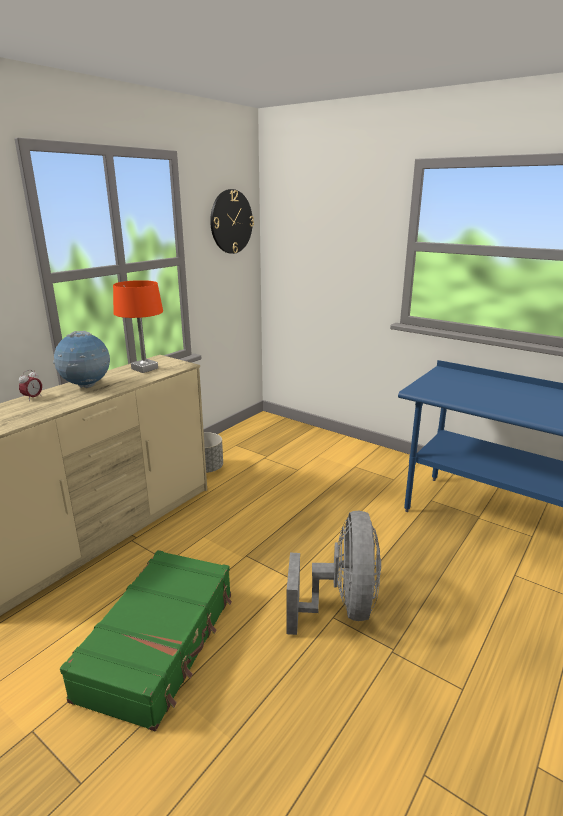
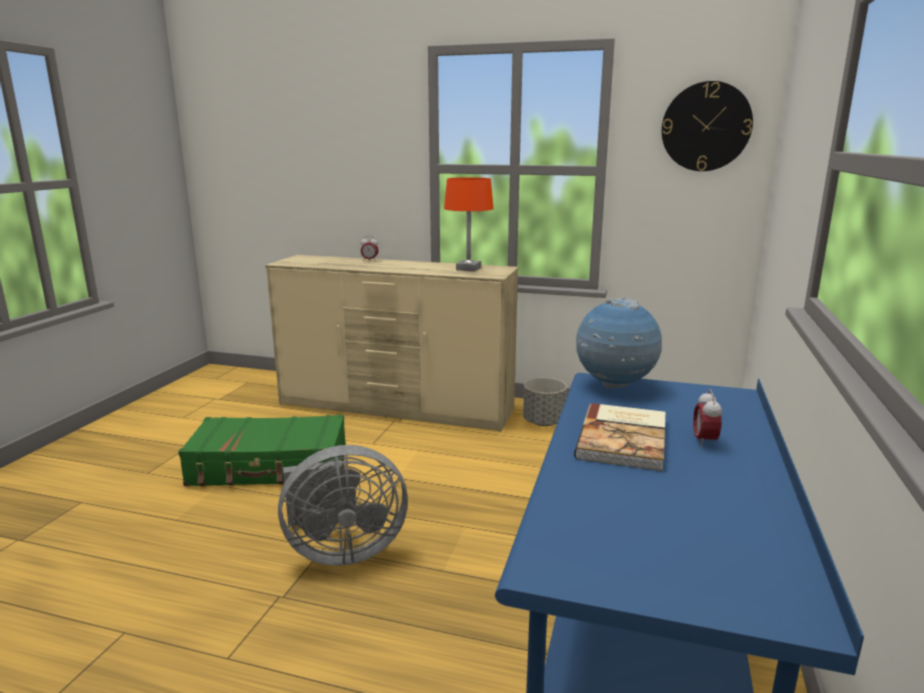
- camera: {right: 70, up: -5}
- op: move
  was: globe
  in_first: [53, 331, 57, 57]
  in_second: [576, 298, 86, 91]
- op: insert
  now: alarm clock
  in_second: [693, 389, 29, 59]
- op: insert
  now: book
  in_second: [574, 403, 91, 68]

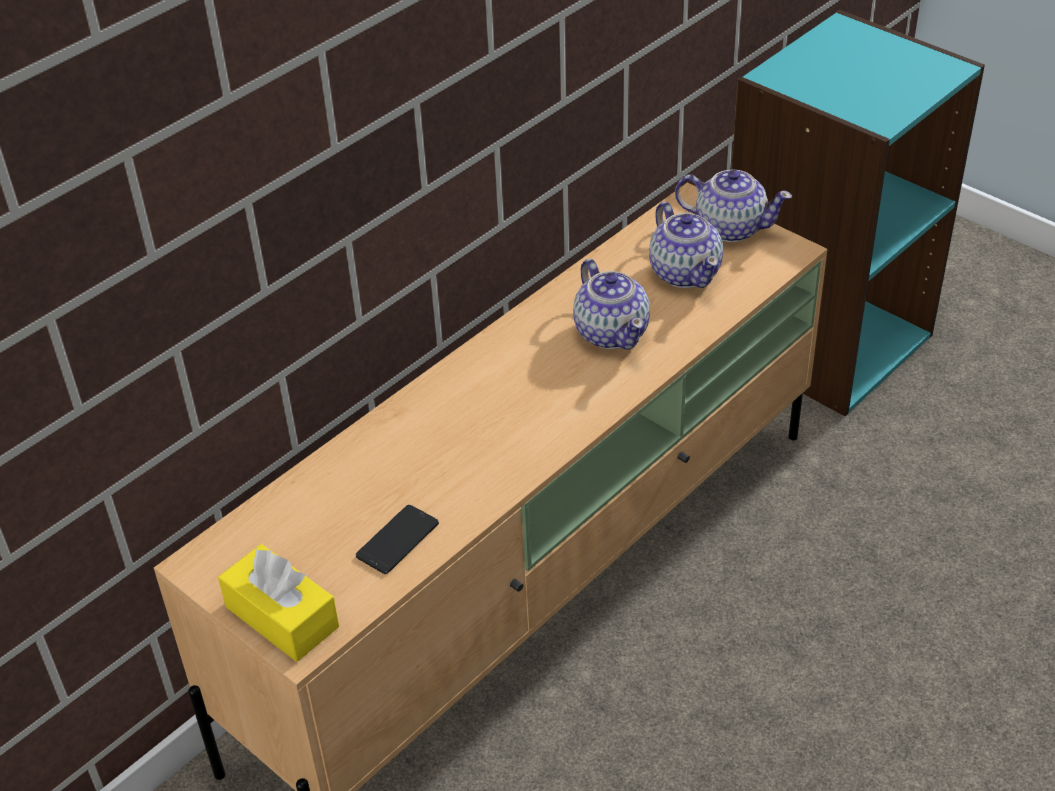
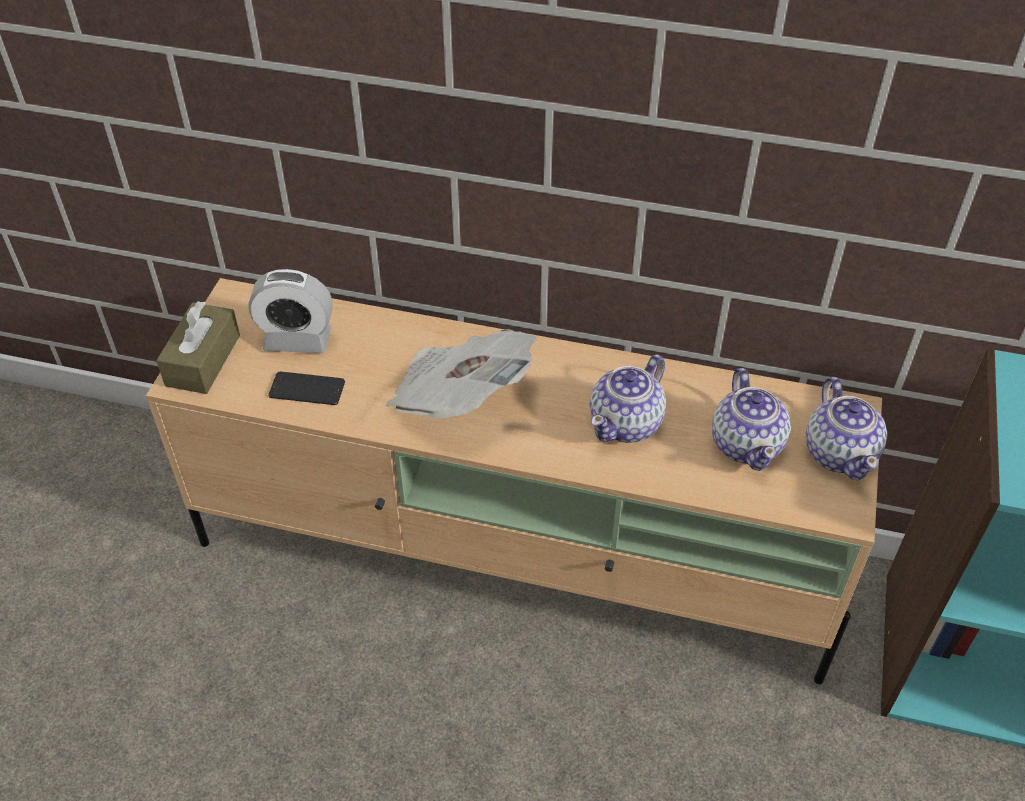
- camera: {right: 60, up: 5}
- op: rotate
  was: teapot
  in_first: [649, 202, 74, 86]
  in_second: [712, 368, 79, 103]
  clockwise: -45
- op: recolor
  was: yellow tissue box
  now: brown tissue box
  in_first: [218, 544, 121, 118]
  in_second: [156, 301, 84, 93]
- op: insert
  now: alarm clock
  in_second: [249, 269, 84, 84]
- op: insert
  now: newspaper
  in_second: [386, 329, 151, 90]

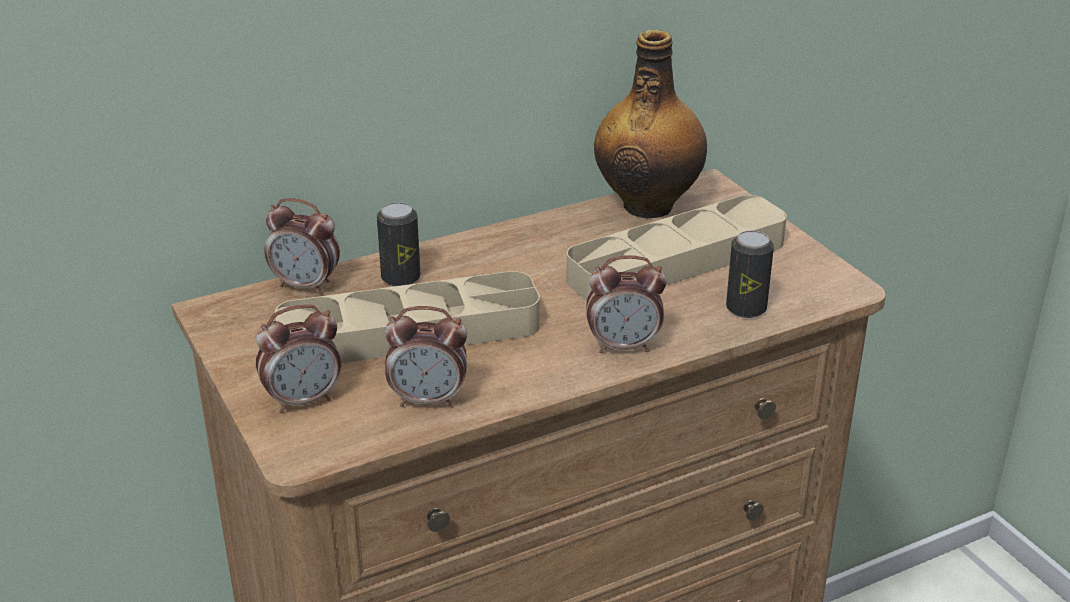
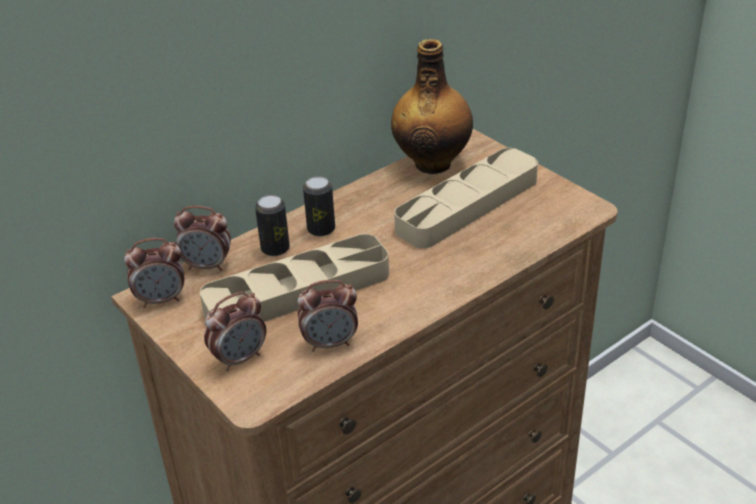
- camera: {right: -10, up: 5}
- op: move
  was: can
  in_first: [726, 231, 48, 87]
  in_second: [303, 176, 32, 60]
- op: move
  was: alarm clock
  in_first: [586, 255, 80, 98]
  in_second: [124, 238, 60, 70]

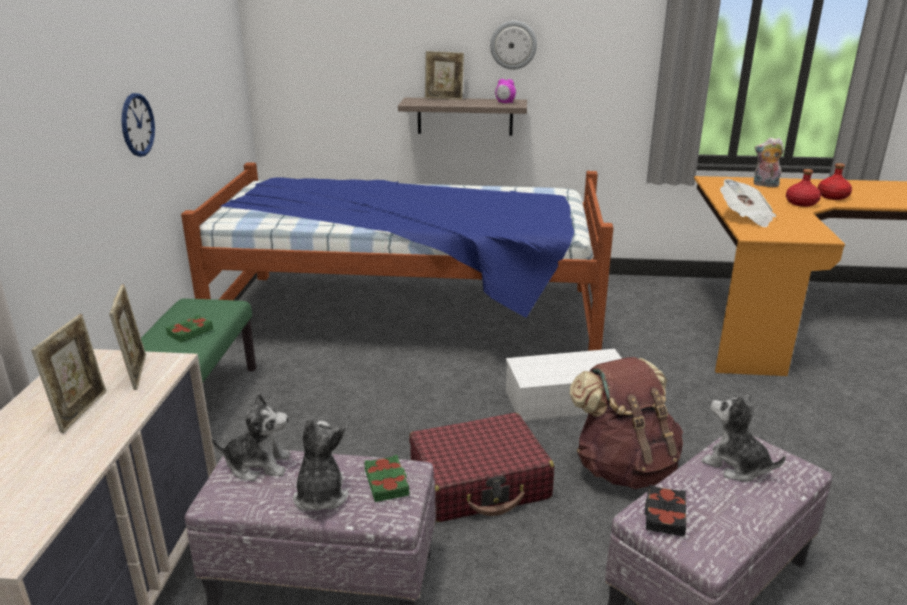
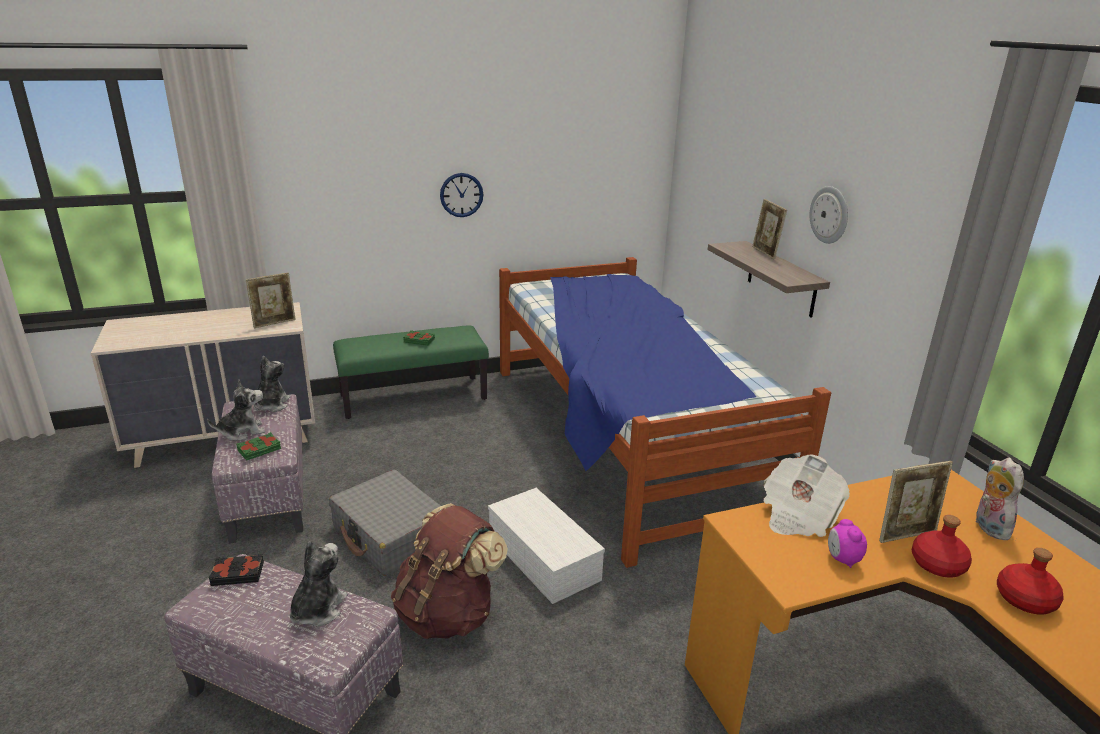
- camera: {right: 65, up: 0}
- op: move
  was: alarm clock
  in_first: [495, 79, 21, 24]
  in_second: [828, 519, 39, 49]
- op: move
  was: picture frame
  in_first: [31, 314, 75, 119]
  in_second: [879, 461, 74, 82]
- op: rotate
  was: plush toy
  in_first: [212, 393, 79, 88]
  in_second: [253, 356, 37, 56]
  clockwise: -150
- op: recolor
  was: red suitcase
  now: grey suitcase
  in_first: [409, 413, 145, 109]
  in_second: [329, 470, 112, 106]

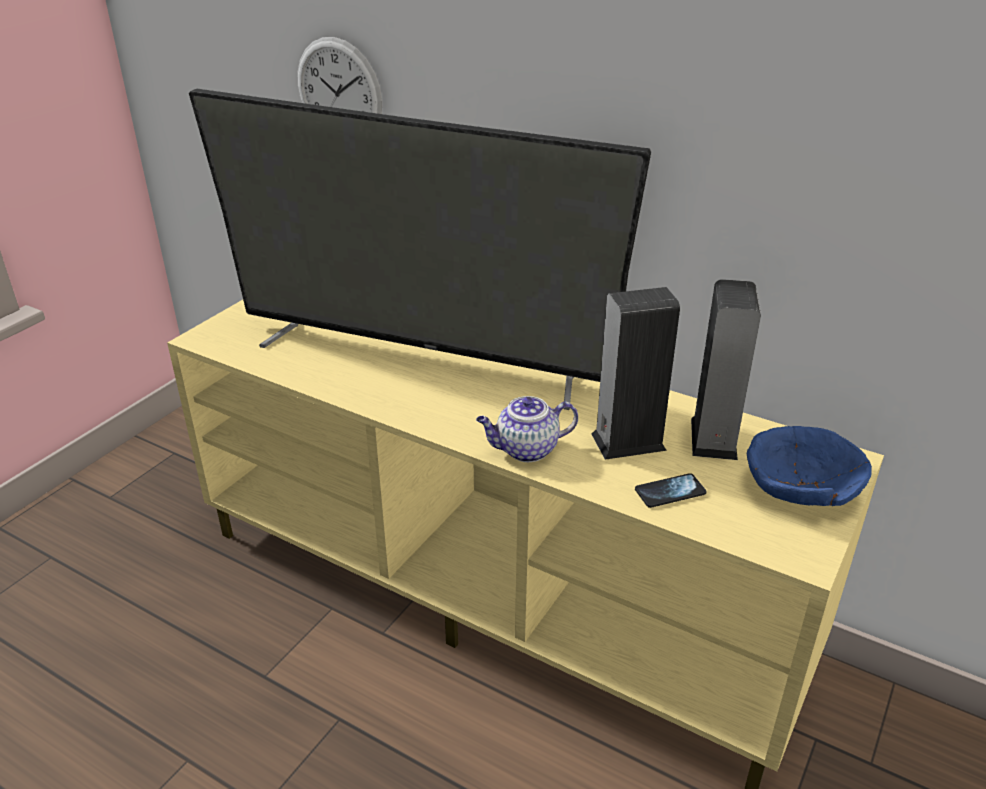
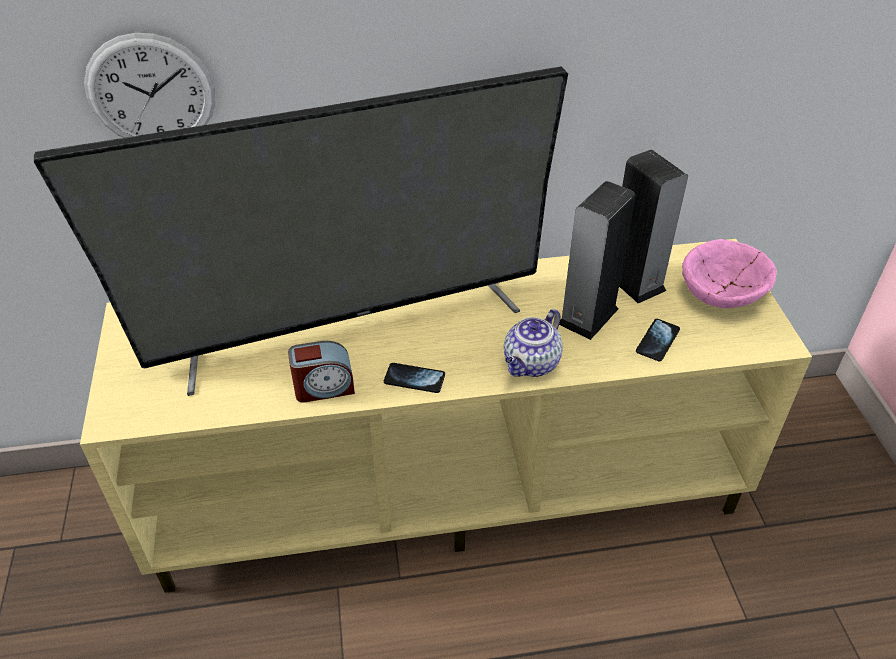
- camera: {right: -40, up: 10}
- op: recolor
  was: blue bowl
  now: pink bowl
  in_first: [747, 426, 125, 80]
  in_second: [682, 239, 95, 69]
- op: insert
  now: alarm clock
  in_second: [288, 341, 67, 62]
- op: insert
  now: phone
  in_second: [384, 363, 61, 30]

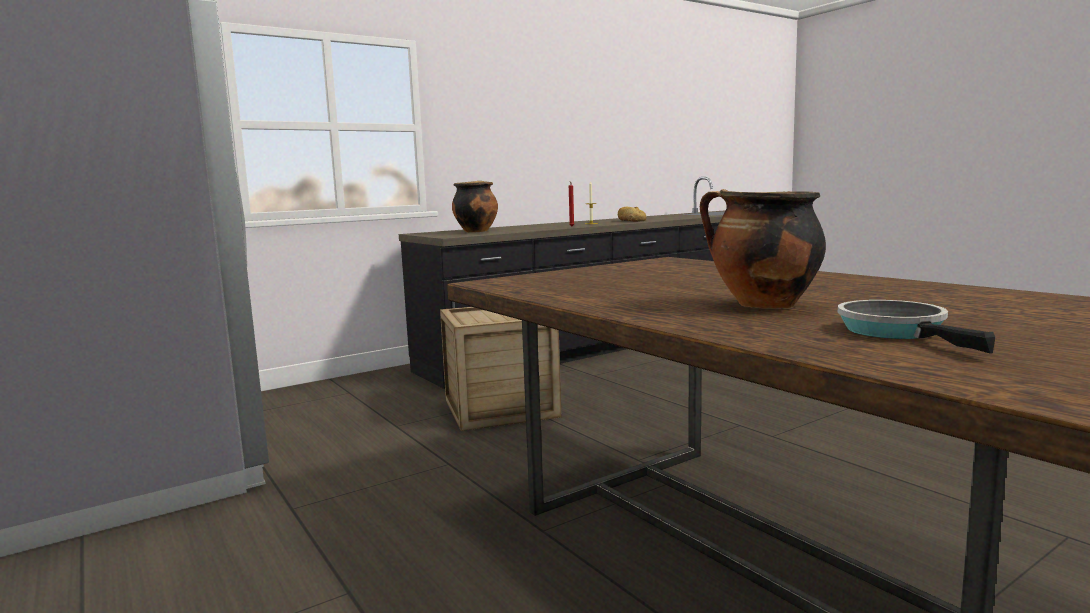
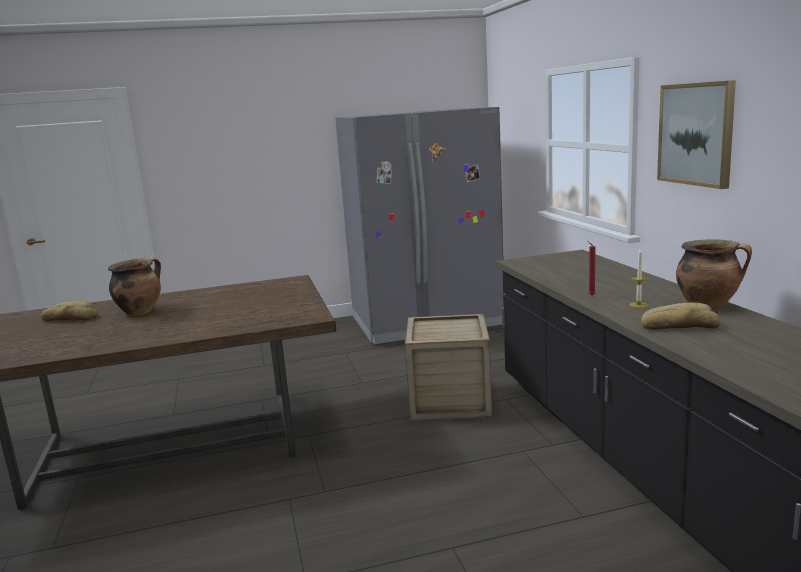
- camera: {right: 110, up: 5}
- op: move
  was: cooking pot
  in_first: [452, 181, 46, 52]
  in_second: [676, 239, 76, 71]
- op: replace
  was: frying pan
  now: bread
  in_first: [838, 300, 157, 54]
  in_second: [41, 301, 57, 20]
- op: insert
  now: picture
  in_second: [657, 80, 79, 109]

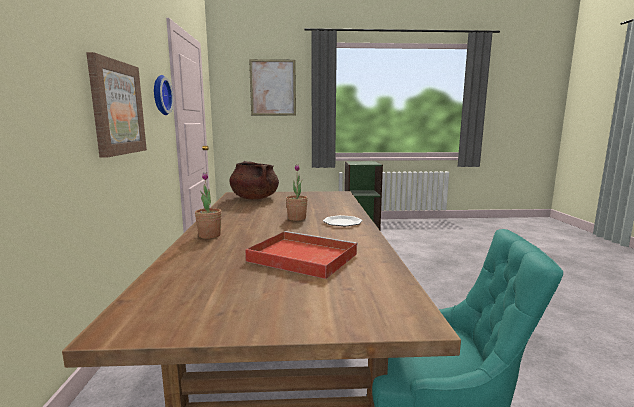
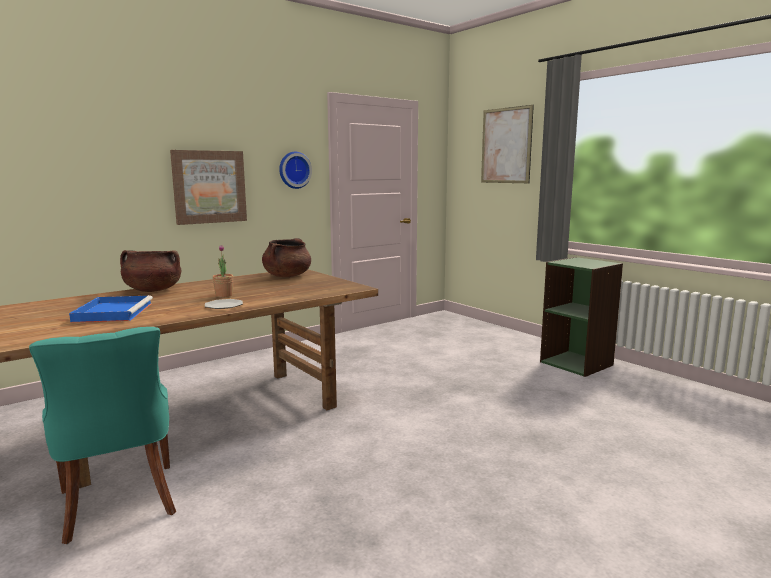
- camera: {right: 55, up: 0}
- op: replace
  was: potted plant
  now: brown cooking pot
  in_first: [195, 172, 27, 67]
  in_second: [120, 250, 61, 42]
- op: recolor
  was: red tray
  now: blue tray
  in_first: [245, 231, 113, 48]
  in_second: [69, 295, 84, 28]

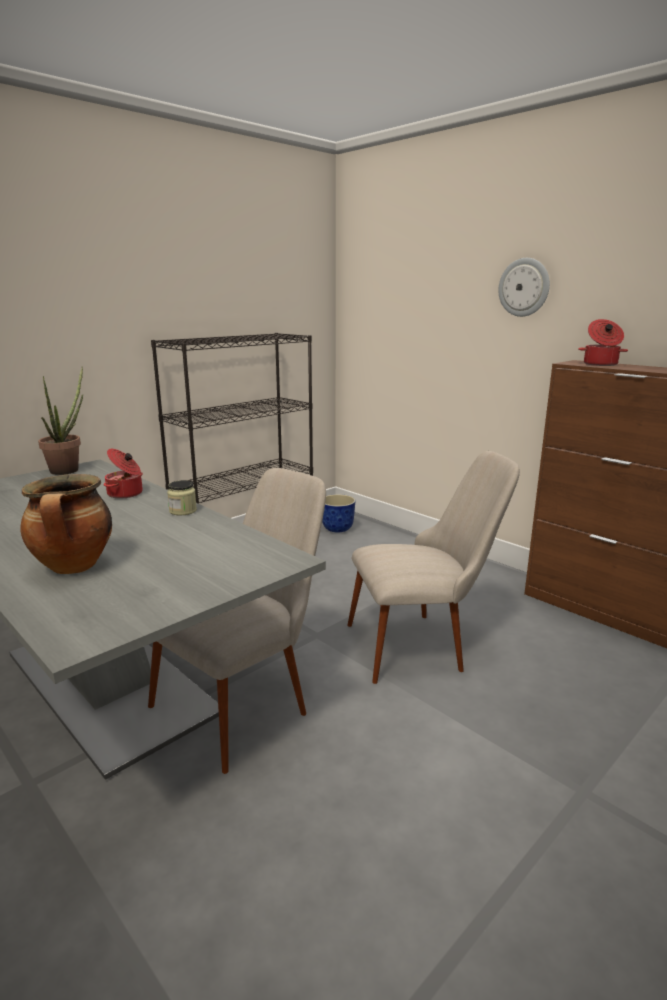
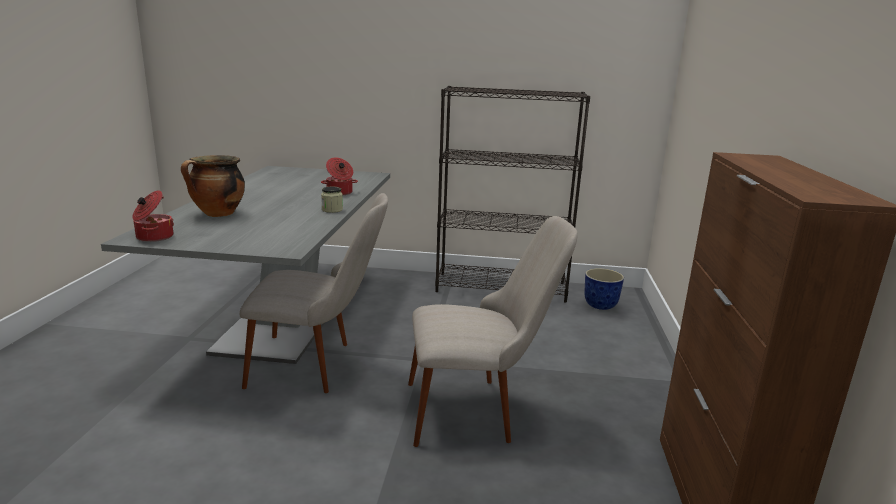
- camera: {right: 50, up: 0}
- op: delete
  was: wall clock
  in_first: [498, 258, 52, 59]
- op: move
  was: cooking pot
  in_first: [578, 319, 50, 47]
  in_second: [132, 190, 42, 52]
- op: delete
  was: potted plant
  in_first: [38, 366, 45, 109]
- op: rotate
  was: beige chair
  in_first: [347, 451, 173, 233]
  in_second: [408, 216, 170, 231]
  clockwise: -45

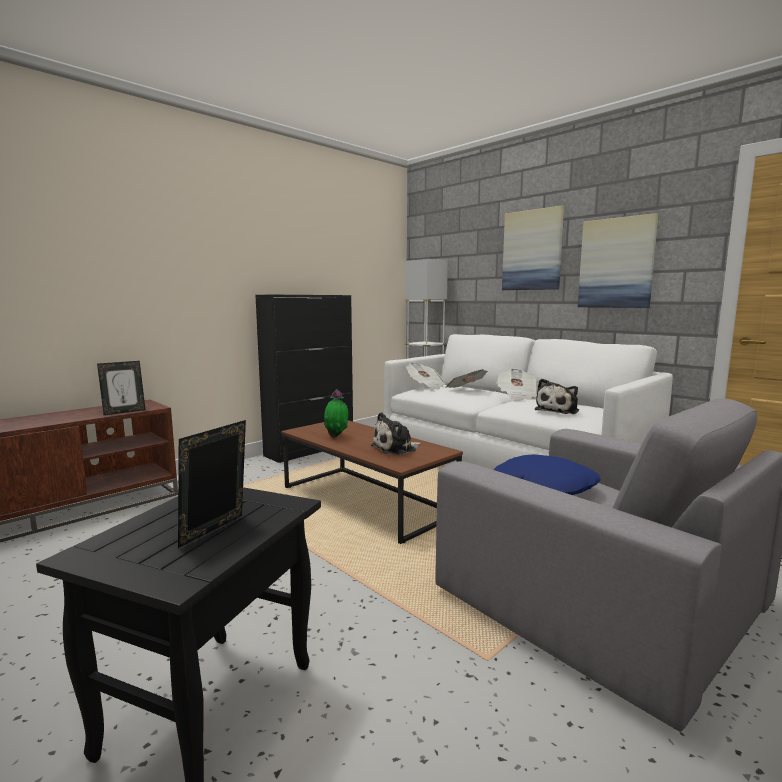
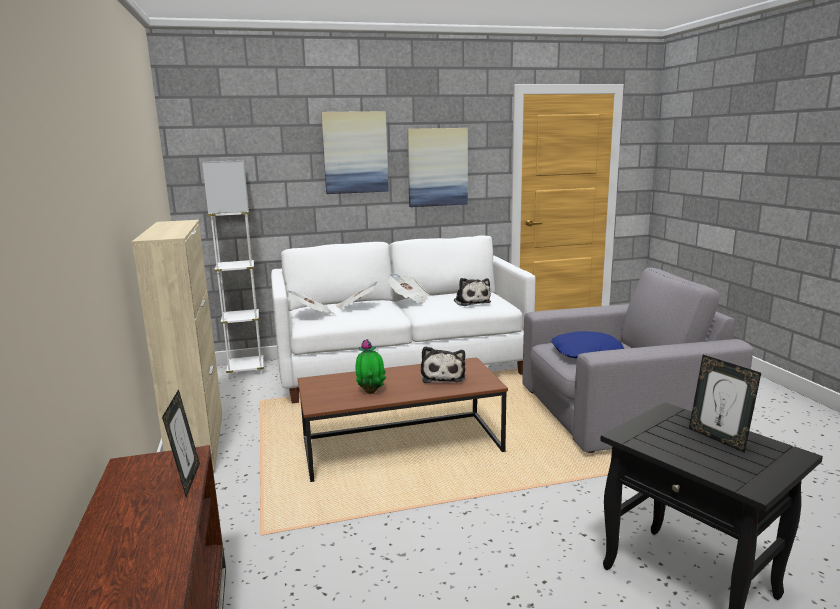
- camera: {right: -60, up: 5}
- op: recolor
  was: black cabinet
  now: beige cabinet
  in_first: [255, 295, 98, 168]
  in_second: [132, 220, 90, 253]

